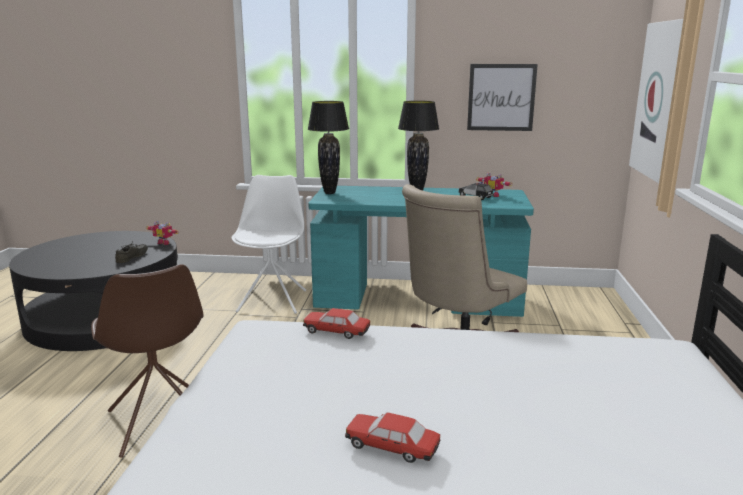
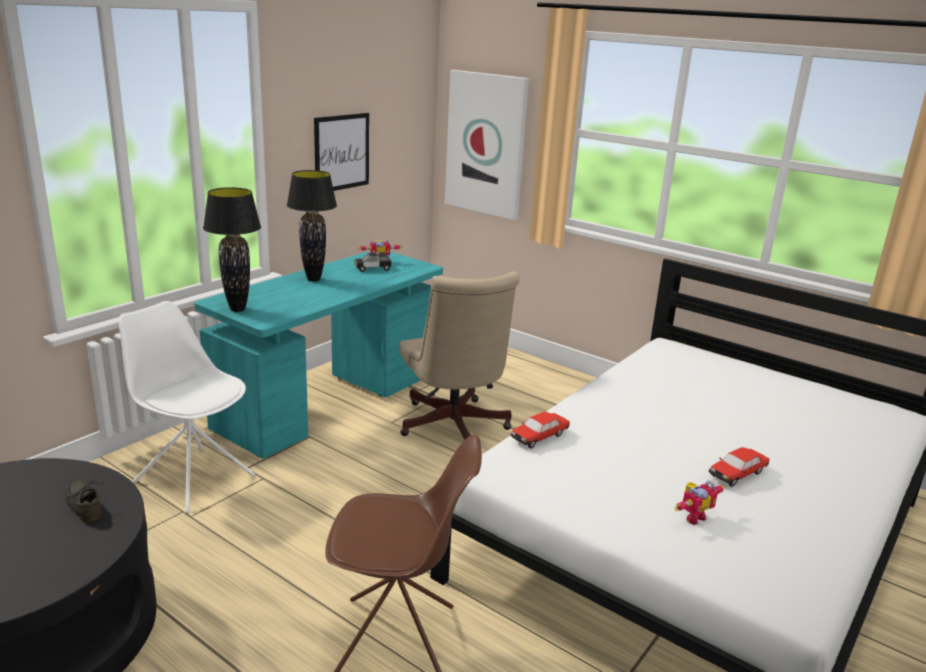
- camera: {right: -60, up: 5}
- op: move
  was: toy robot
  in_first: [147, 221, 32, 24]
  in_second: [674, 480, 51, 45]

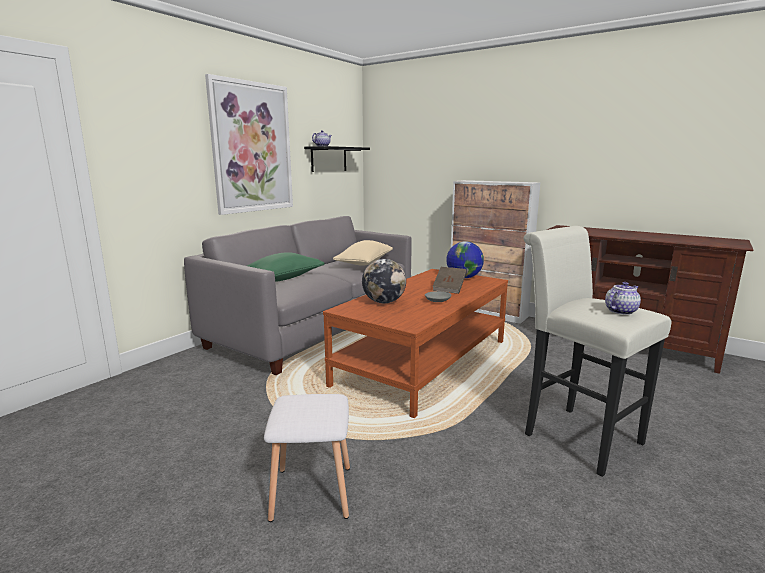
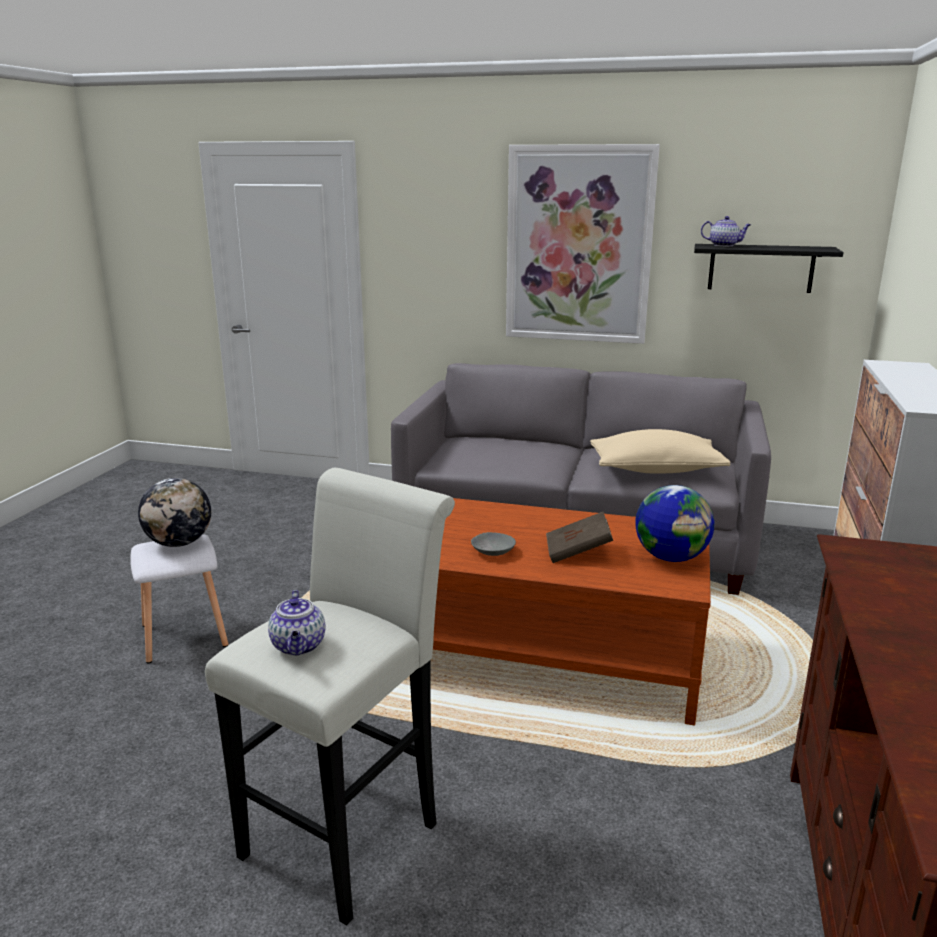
- camera: {right: 70, up: 5}
- op: delete
  was: green pillow
  in_first: [247, 252, 78, 30]
- op: move
  was: globe
  in_first: [362, 259, 44, 44]
  in_second: [138, 478, 73, 69]
- op: rotate
  was: teapot
  in_first: [605, 282, 36, 33]
  in_second: [268, 590, 58, 66]
  clockwise: 45

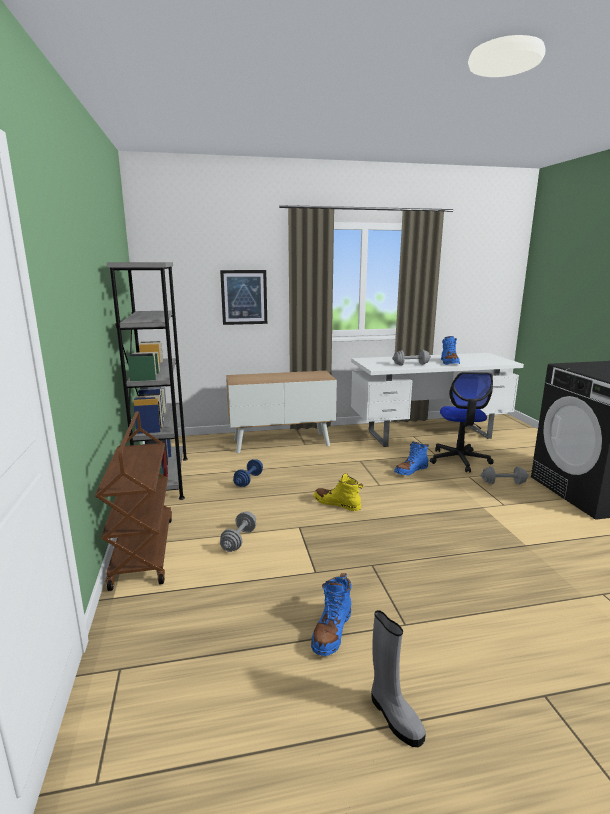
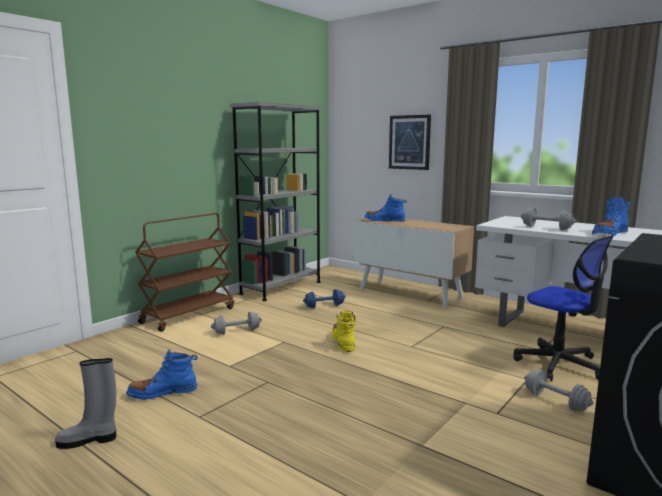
- camera: {right: 50, up: -5}
- op: rotate
  was: office chair
  in_first: [430, 372, 63, 100]
  in_second: [514, 235, 100, 146]
  clockwise: -90
- op: move
  was: blue boot
  in_first: [394, 442, 35, 33]
  in_second: [365, 194, 42, 28]
- op: rotate
  was: grey boot
  in_first: [371, 610, 55, 137]
  in_second: [55, 358, 61, 91]
  clockwise: 60

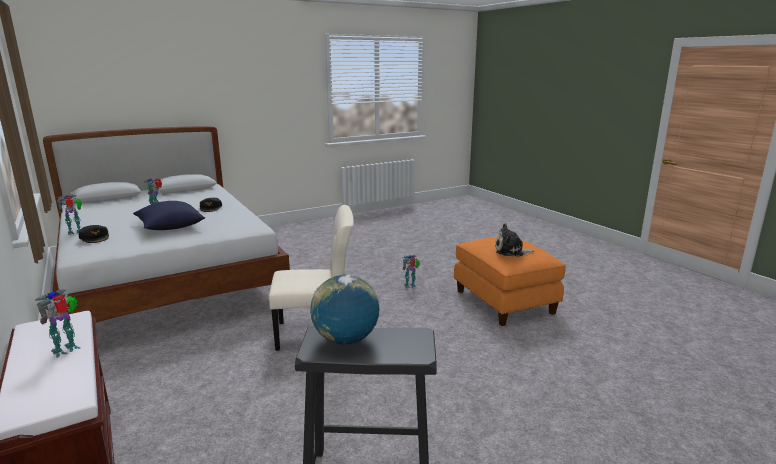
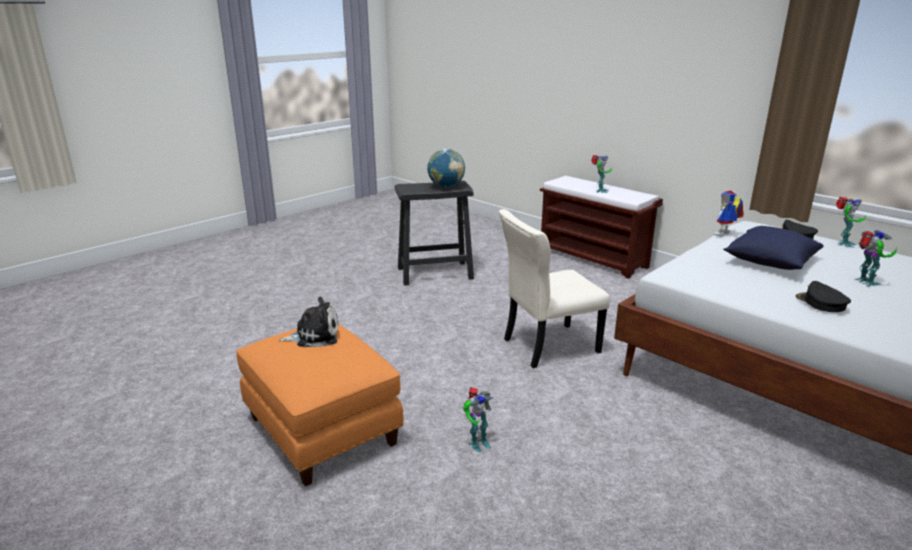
- camera: {right: 165, up: 5}
- op: insert
  now: toy robot
  in_second: [713, 191, 31, 46]

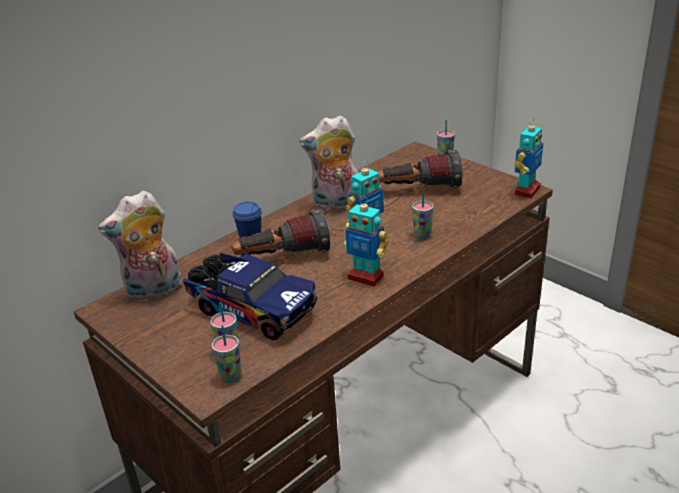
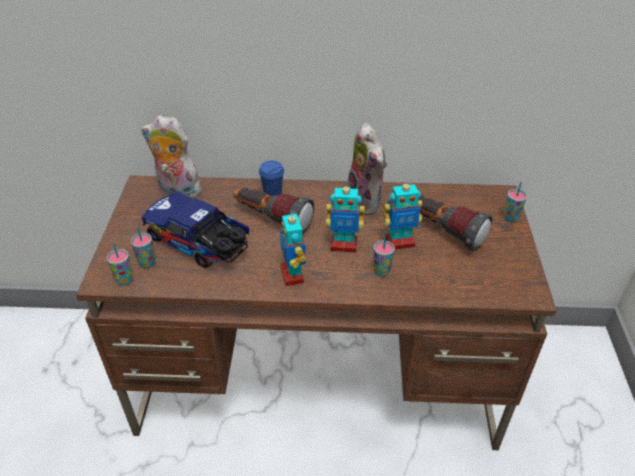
- camera: {right: 45, up: 10}
- op: rotate
  was: plush toy
  in_first: [299, 115, 59, 96]
  in_second: [346, 123, 41, 92]
  clockwise: -150
- op: move
  was: toy robot
  in_first: [514, 118, 29, 80]
  in_second: [383, 178, 39, 71]
- op: rotate
  was: toy truck
  in_first: [183, 253, 134, 87]
  in_second: [142, 191, 107, 77]
  clockwise: 135

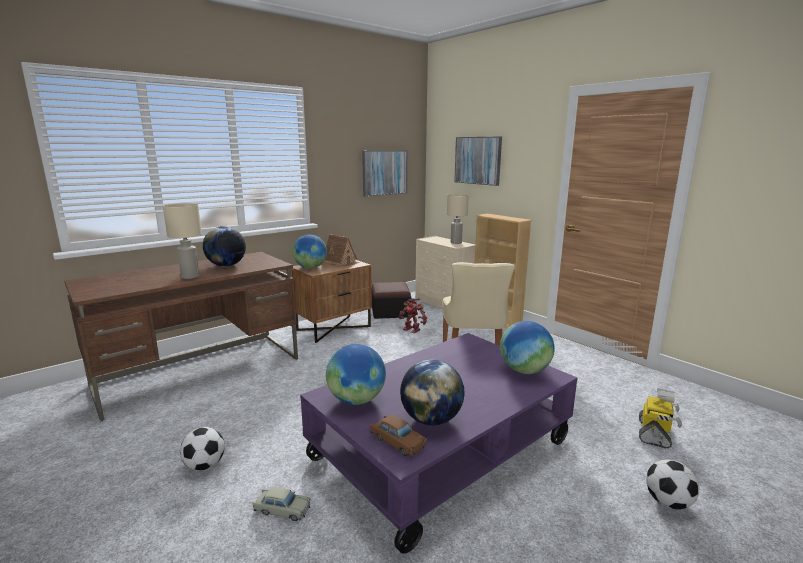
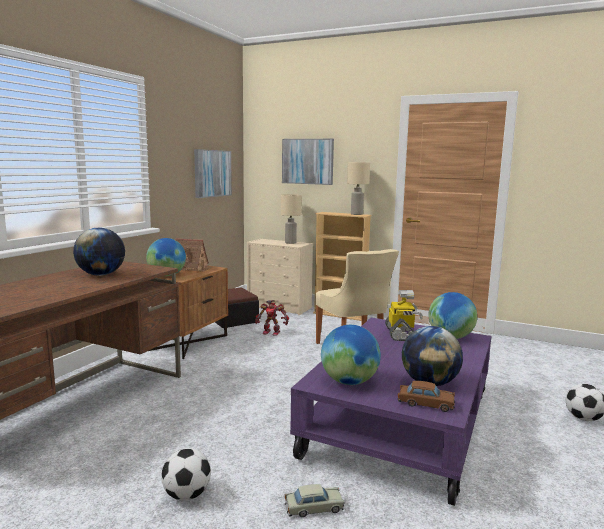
- camera: {right: -25, up: -5}
- op: move
  was: beige table lamp
  in_first: [163, 203, 39, 76]
  in_second: [347, 162, 23, 53]
- op: move
  was: toy robot
  in_first: [639, 388, 43, 61]
  in_second: [385, 290, 38, 51]

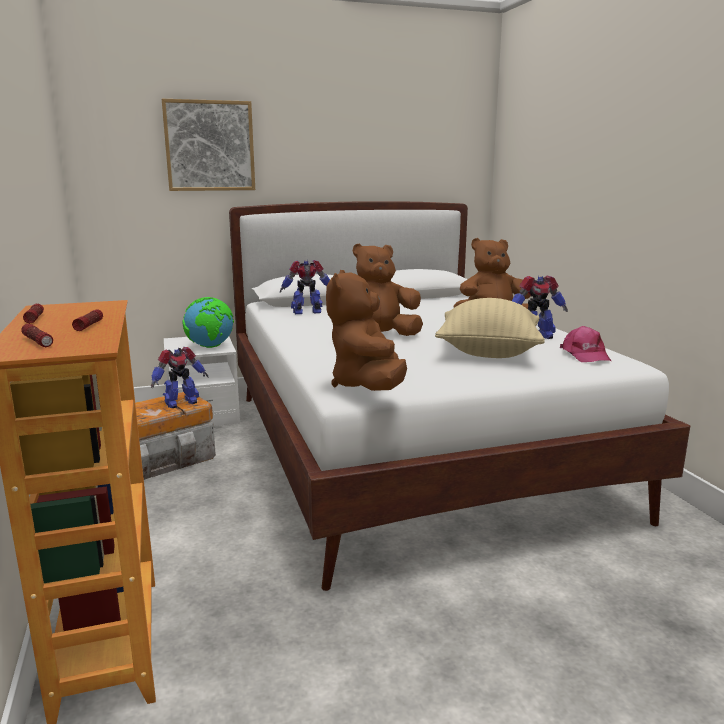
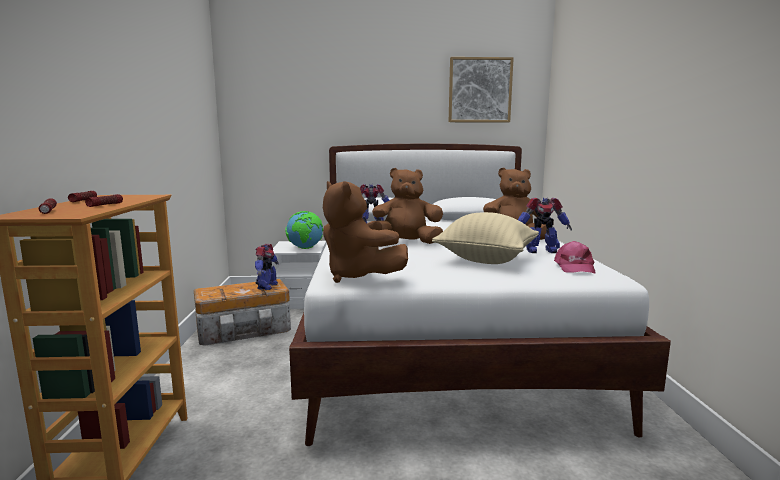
- camera: {right: 15, up: -5}
- op: move
  was: picture
  in_first: [162, 99, 93, 92]
  in_second: [449, 57, 65, 65]
- op: rotate
  was: brown plush toy
  in_first: [326, 270, 81, 121]
  in_second: [323, 181, 85, 102]
  clockwise: -60
- op: rotate
  was: toy robot
  in_first: [151, 347, 58, 61]
  in_second: [255, 244, 24, 46]
  clockwise: -60

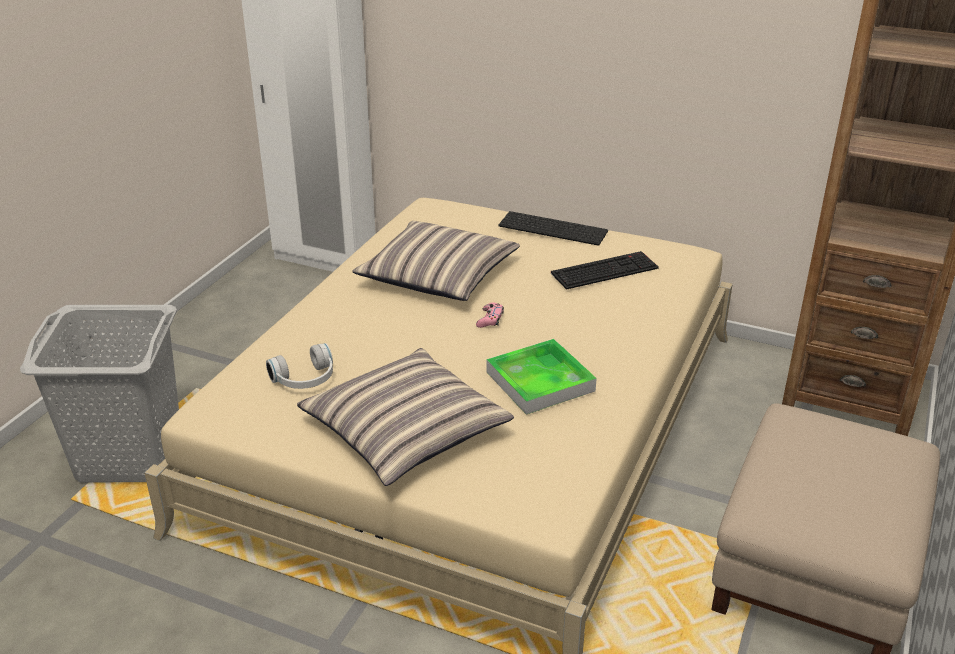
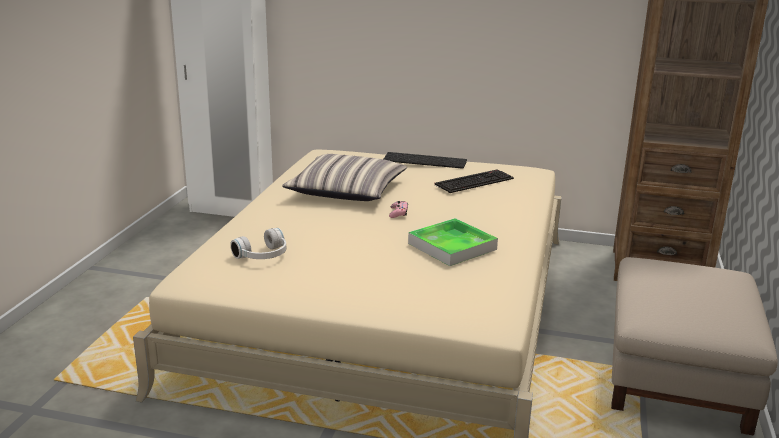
- camera: {right: -10, up: -10}
- op: delete
  was: grey laundry basket
  in_first: [20, 305, 159, 178]
- op: delete
  was: pillow
  in_first: [297, 348, 217, 138]

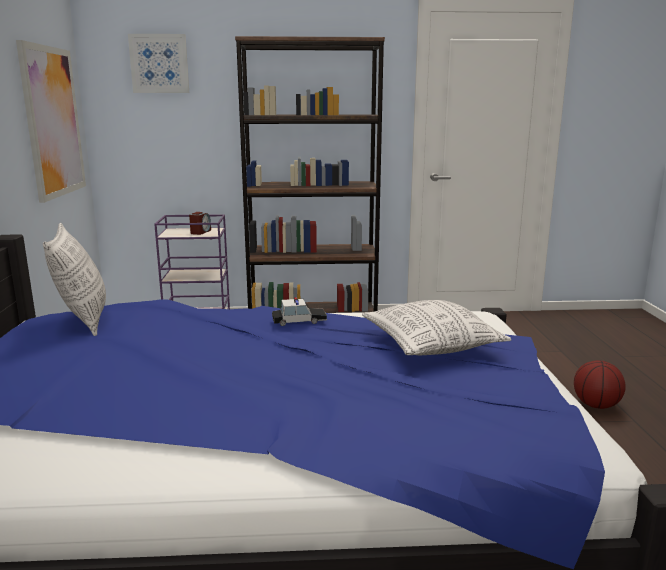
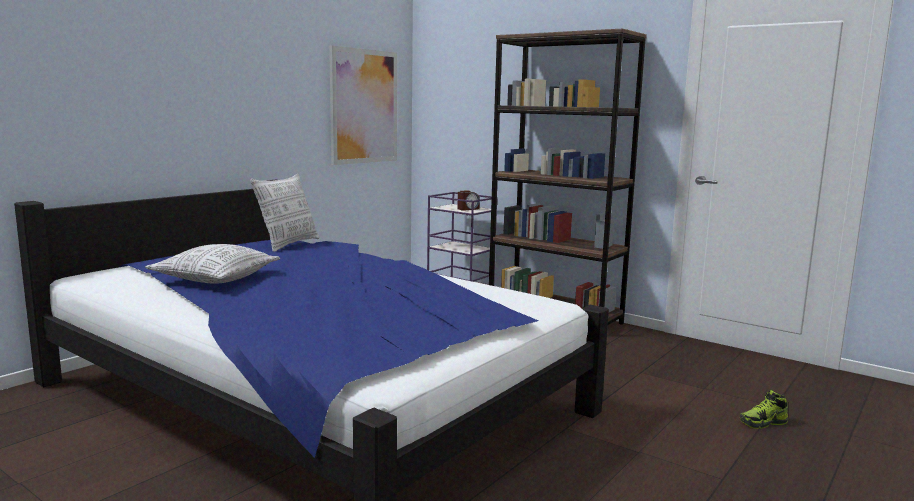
- camera: {right: 40, up: -5}
- op: delete
  was: picture
  in_first: [128, 34, 61, 59]
- op: delete
  was: toy car
  in_first: [272, 297, 55, 29]
- op: move
  was: pillow
  in_first: [362, 300, 150, 55]
  in_second: [145, 244, 135, 40]
- op: delete
  was: basketball
  in_first: [574, 360, 52, 49]
- op: insert
  now: shoe
  in_second: [740, 390, 48, 39]

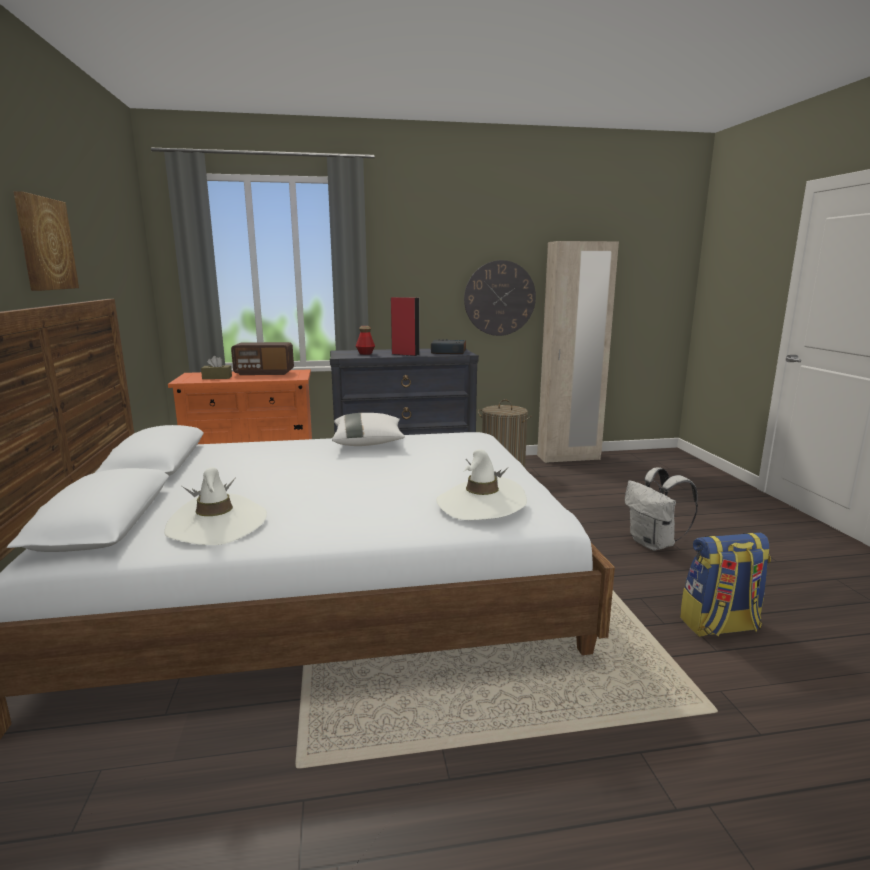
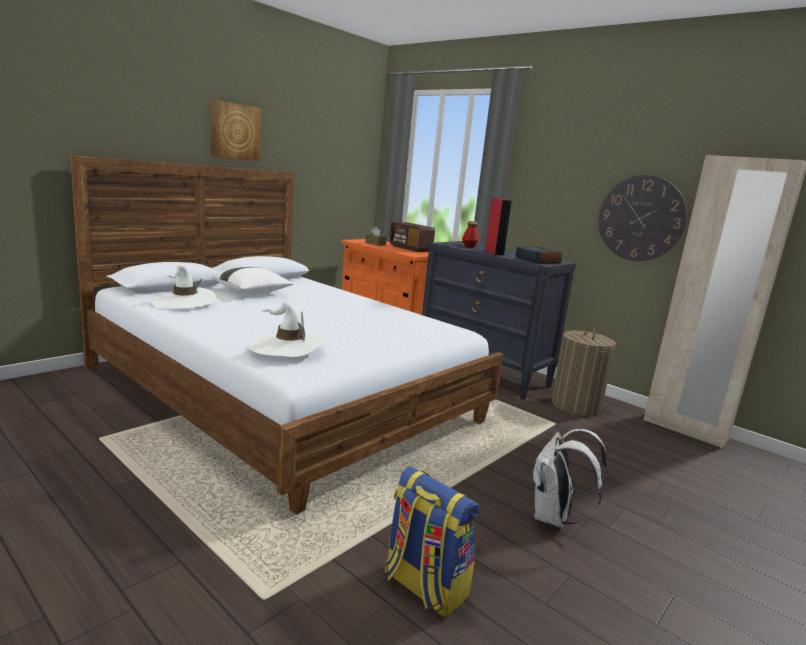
- camera: {right: 50, up: 0}
- op: move
  was: white pillow
  in_first: [332, 413, 73, 33]
  in_second: [212, 267, 81, 27]

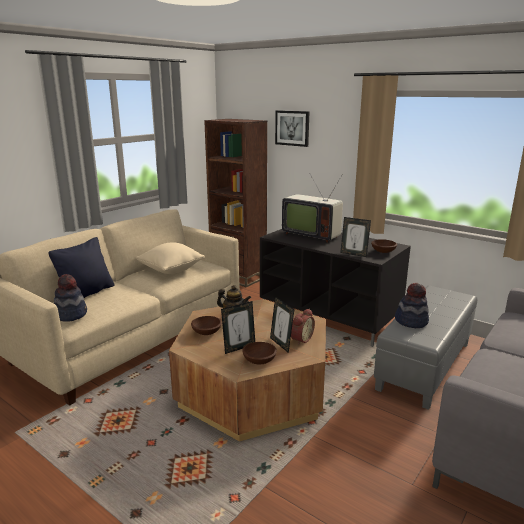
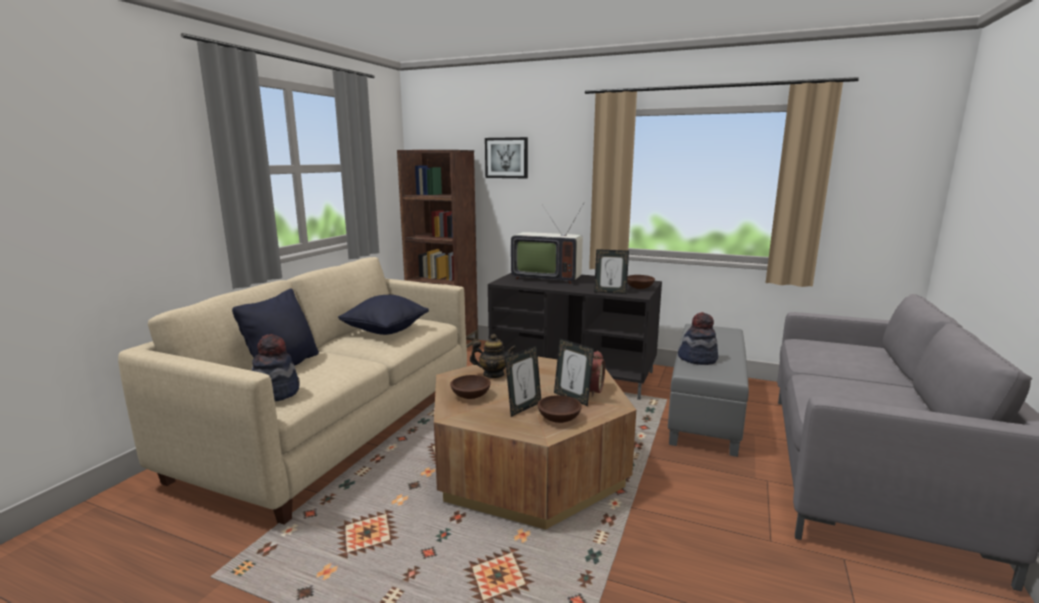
- camera: {right: -15, up: -5}
- op: recolor
  was: beige pillow
  now: black pillow
  in_first: [136, 242, 69, 32]
  in_second: [338, 295, 91, 40]

